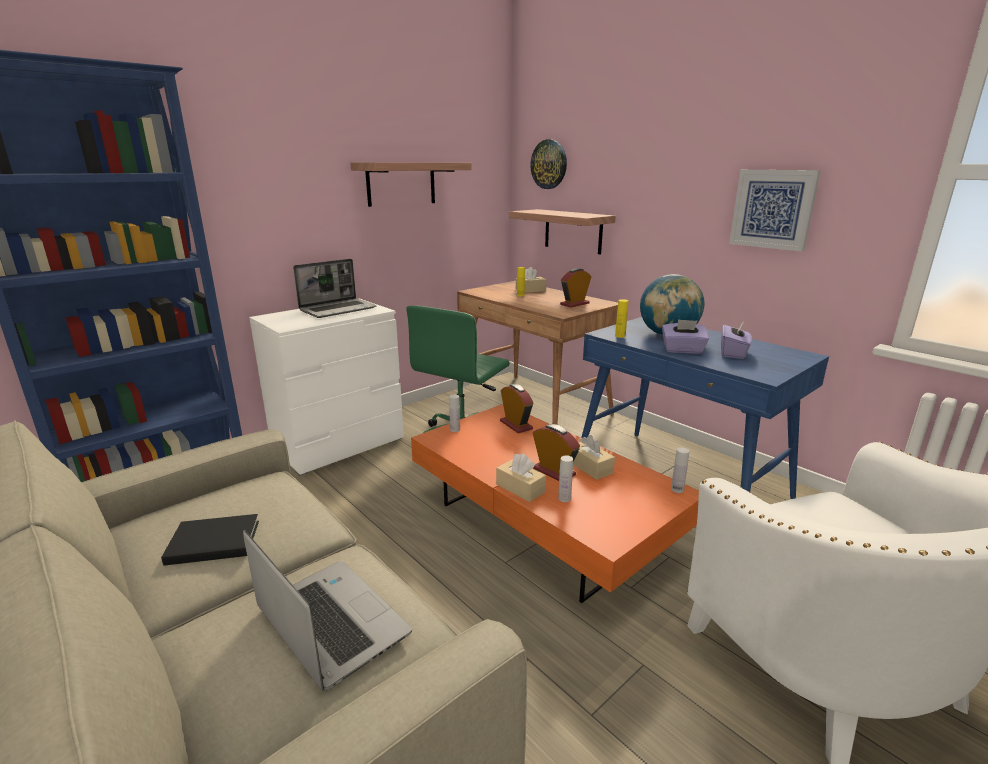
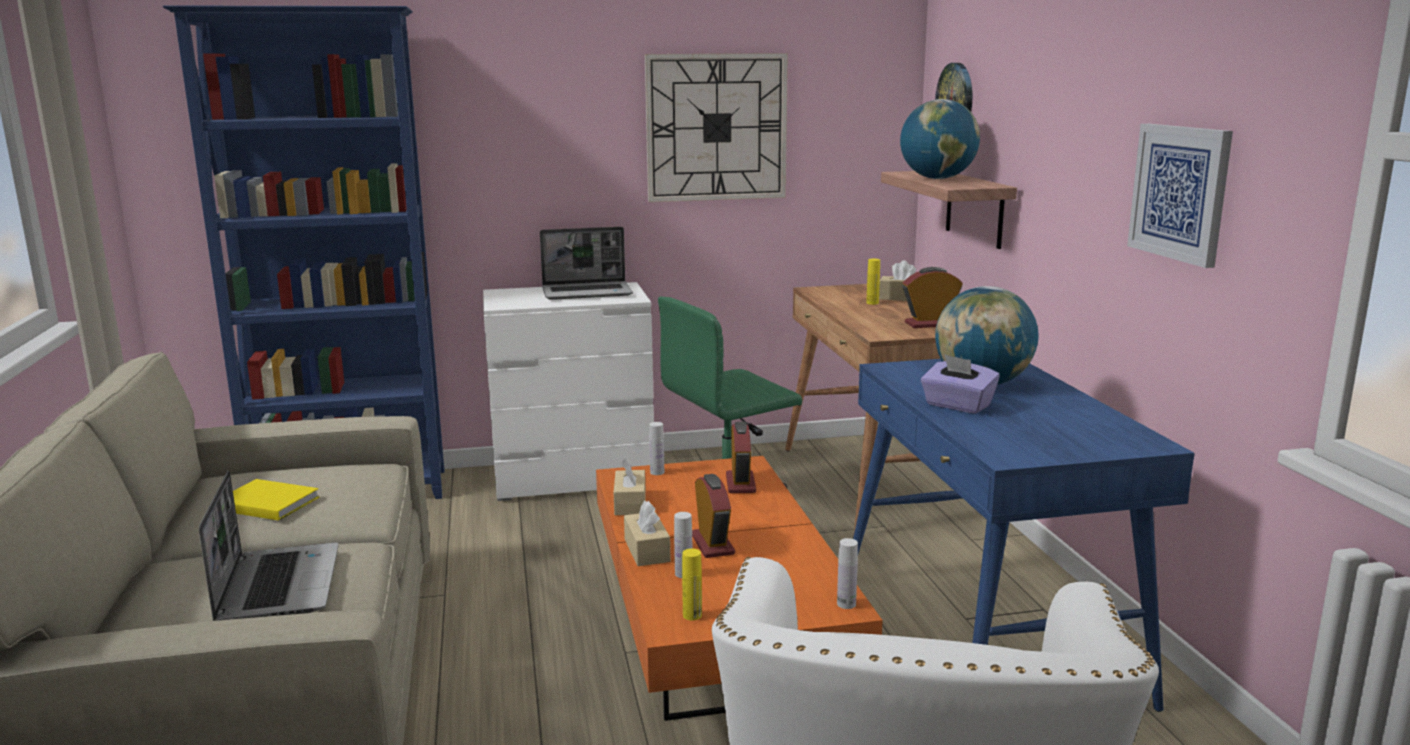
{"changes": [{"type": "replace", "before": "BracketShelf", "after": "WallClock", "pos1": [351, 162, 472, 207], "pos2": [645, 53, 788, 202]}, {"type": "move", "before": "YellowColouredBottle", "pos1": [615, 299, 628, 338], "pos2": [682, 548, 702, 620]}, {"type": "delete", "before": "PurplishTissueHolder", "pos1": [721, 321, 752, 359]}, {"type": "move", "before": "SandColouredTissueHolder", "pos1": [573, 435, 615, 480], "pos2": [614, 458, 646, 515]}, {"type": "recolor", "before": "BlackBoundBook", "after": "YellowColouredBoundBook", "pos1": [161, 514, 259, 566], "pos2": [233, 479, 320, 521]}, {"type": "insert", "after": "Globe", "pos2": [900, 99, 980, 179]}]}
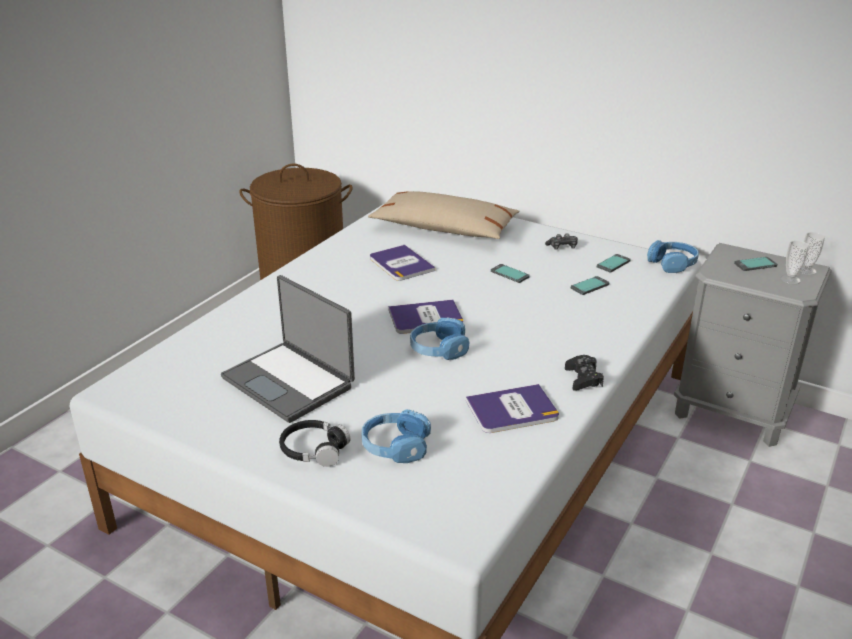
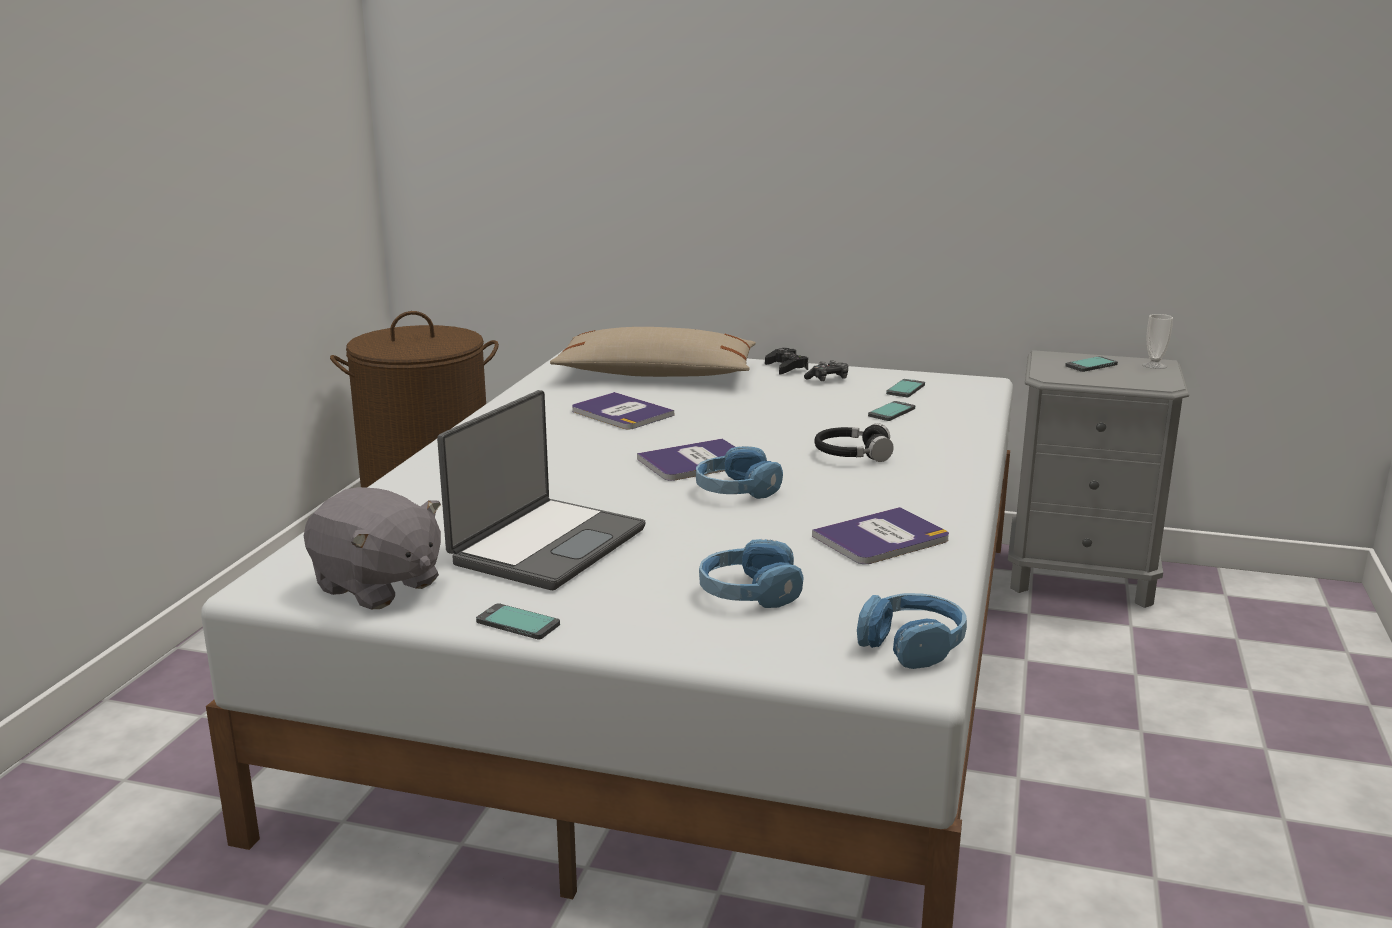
{"changes": [{"type": "move", "before": "BlueColouredHeadset", "pos1": [647, 240, 699, 273], "pos2": [857, 593, 967, 669]}, {"type": "delete", "before": "DrinkingCup", "pos1": [781, 240, 809, 284]}, {"type": "move", "before": "Telephone", "pos1": [491, 264, 530, 283], "pos2": [476, 603, 560, 639]}, {"type": "rotate", "before": "Laptop", "pos1": [221, 275, 355, 423], "pos2": [437, 390, 646, 590], "turn": -90}, {"type": "move", "before": "BlackGamepad", "pos1": [565, 355, 604, 391], "pos2": [765, 348, 808, 374]}, {"type": "move", "before": "BlackHeadset", "pos1": [279, 420, 350, 467], "pos2": [815, 423, 894, 462]}, {"type": "insert", "after": "GrayCuddlyToy", "pos2": [304, 487, 441, 609]}]}
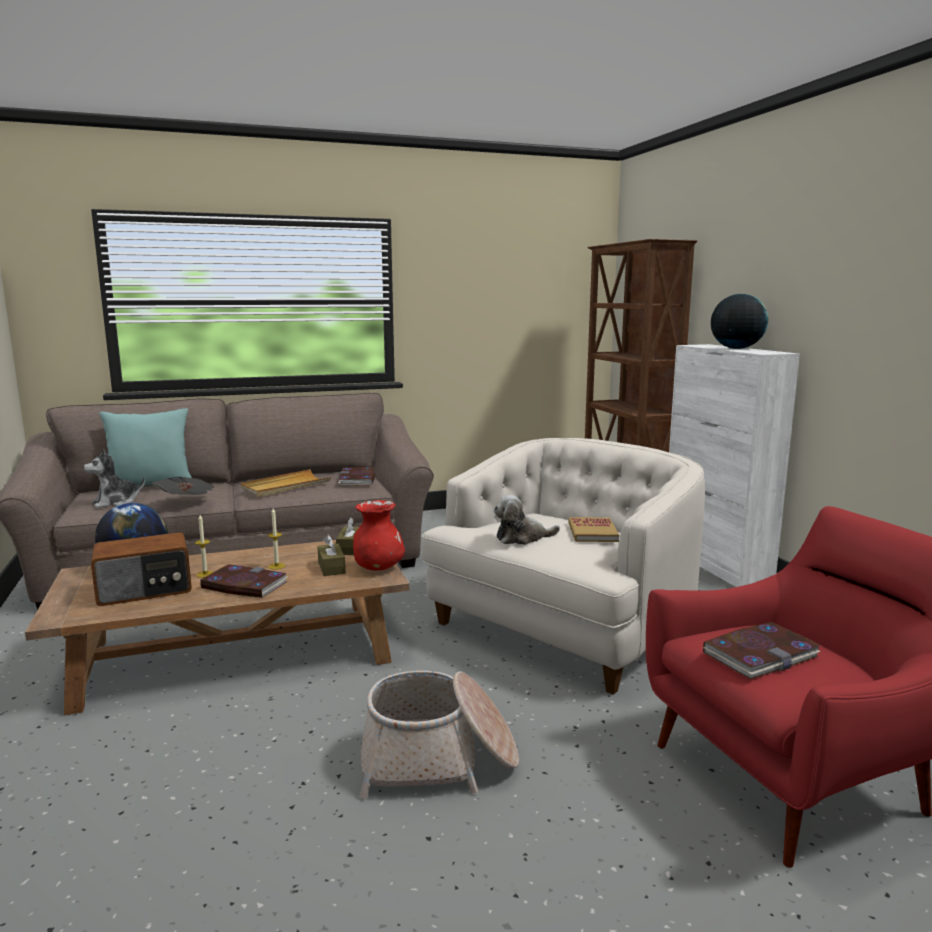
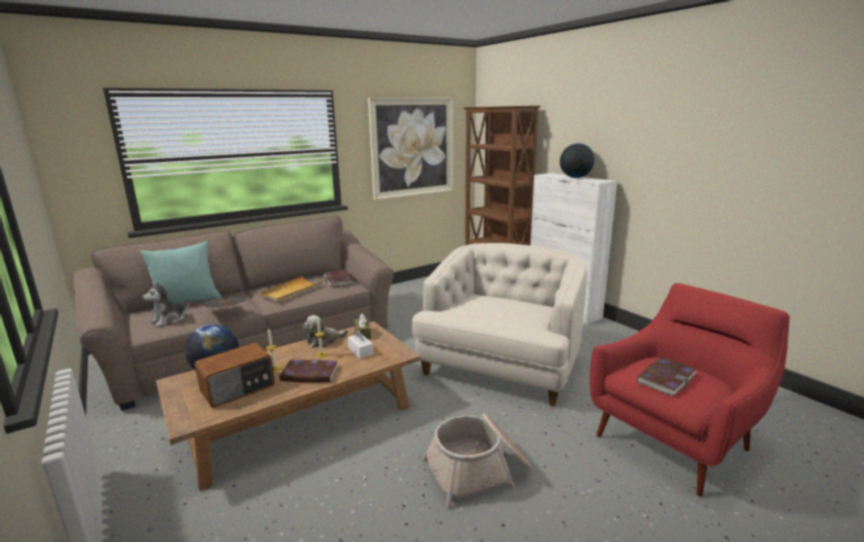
{"changes": [{"type": "move", "before": "CuddlyToy", "pos1": [494, 495, 560, 545], "pos2": [303, 315, 348, 348]}, {"type": "delete", "before": "ReddishVase", "pos1": [353, 500, 405, 571]}, {"type": "delete", "before": "BoundBook", "pos1": [569, 517, 619, 542]}, {"type": "recolor", "before": "BrownTissueHolder", "after": "WhitishTissueHolder", "pos1": [317, 535, 346, 576], "pos2": [348, 330, 374, 359]}, {"type": "insert", "after": "Picture", "pos2": [368, 97, 453, 200]}]}
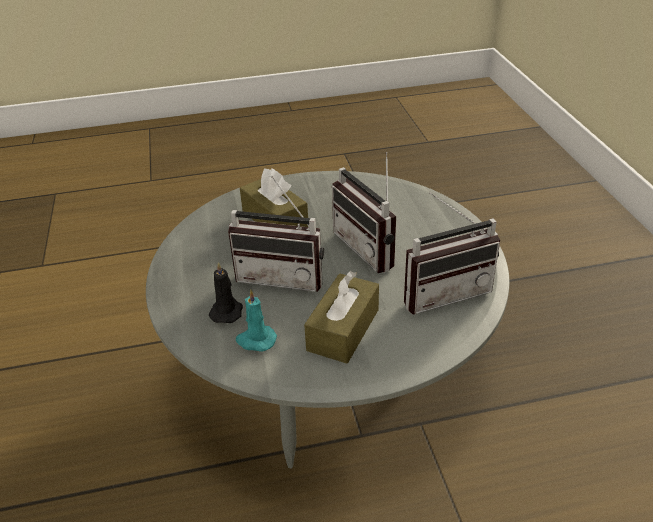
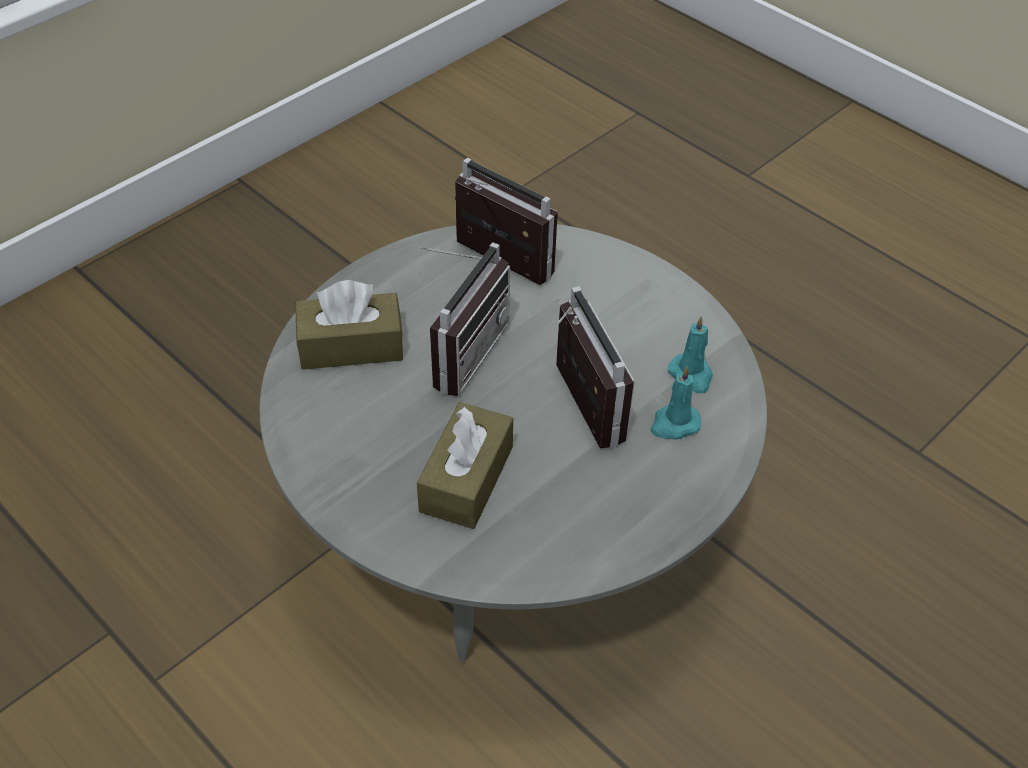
{"changes": [{"type": "recolor", "before": "BlackWaxCandle", "after": "BlueGreenWaxCandle", "pos1": [209, 262, 243, 323], "pos2": [651, 366, 701, 440]}, {"type": "move", "before": "BrownTissueHolder", "pos1": [304, 271, 379, 364], "pos2": [295, 280, 403, 370]}]}
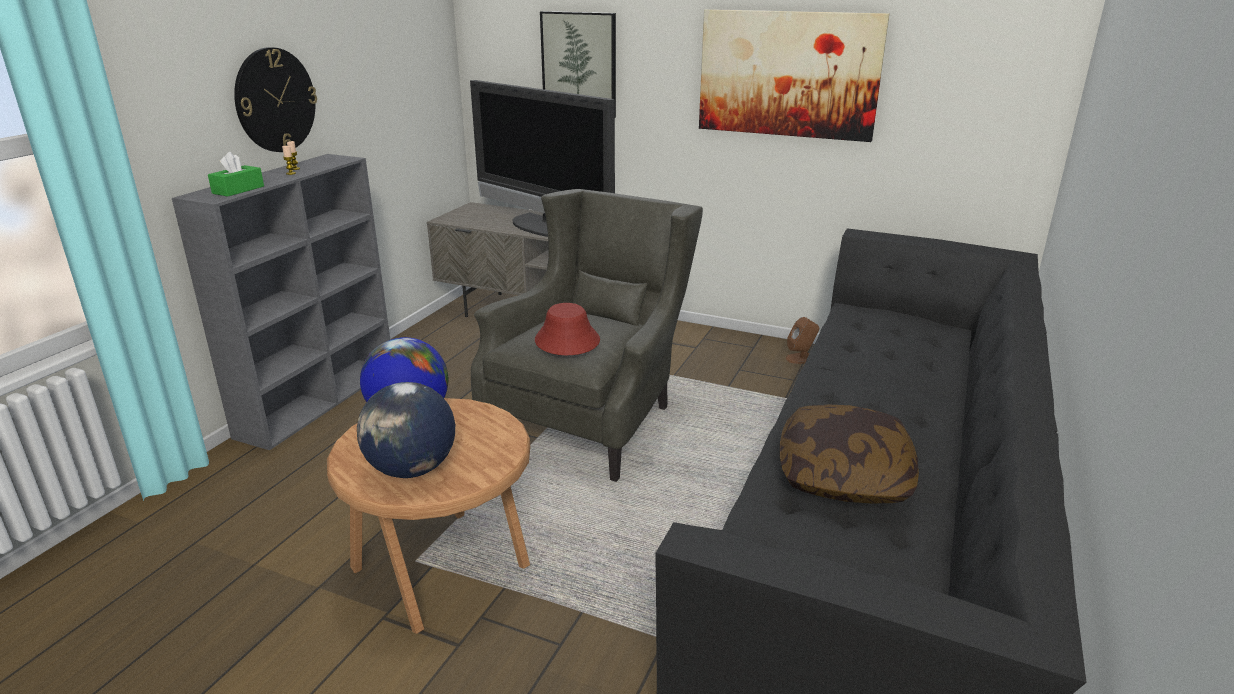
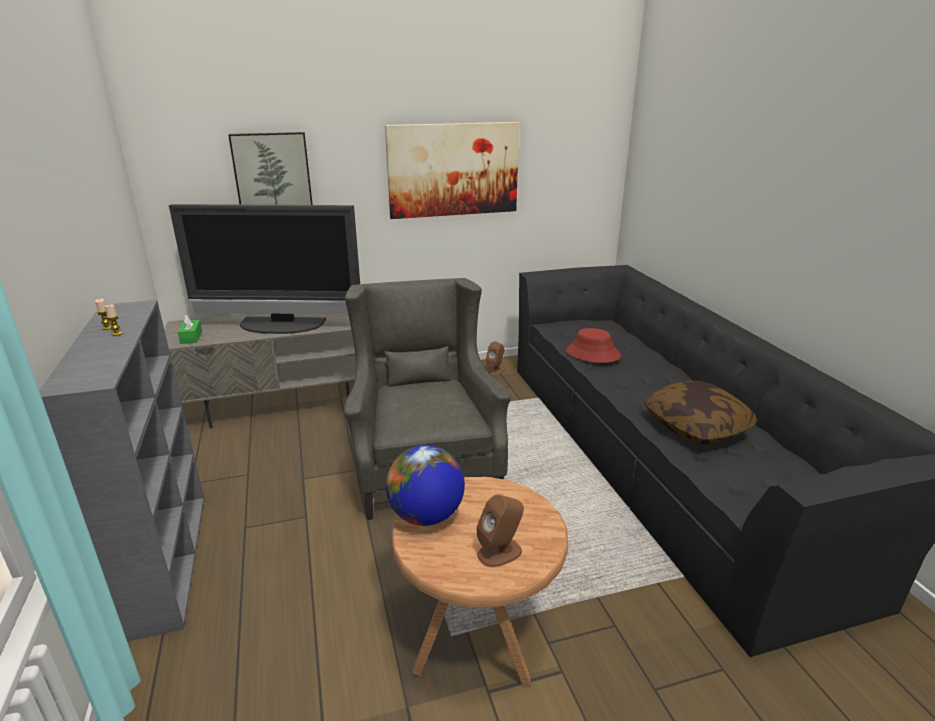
{"changes": [{"type": "delete", "before": "WallClock", "pos1": [234, 47, 317, 152]}, {"type": "move", "before": "GreenColouredTissueHolder", "pos1": [208, 152, 264, 197], "pos2": [178, 314, 202, 344]}, {"type": "move", "before": "ReddishClothingHat", "pos1": [535, 303, 600, 355], "pos2": [566, 328, 621, 363]}, {"type": "replace", "before": "Globe", "after": "BrownAudioSpeaker", "pos1": [357, 382, 455, 478], "pos2": [477, 494, 524, 567]}]}
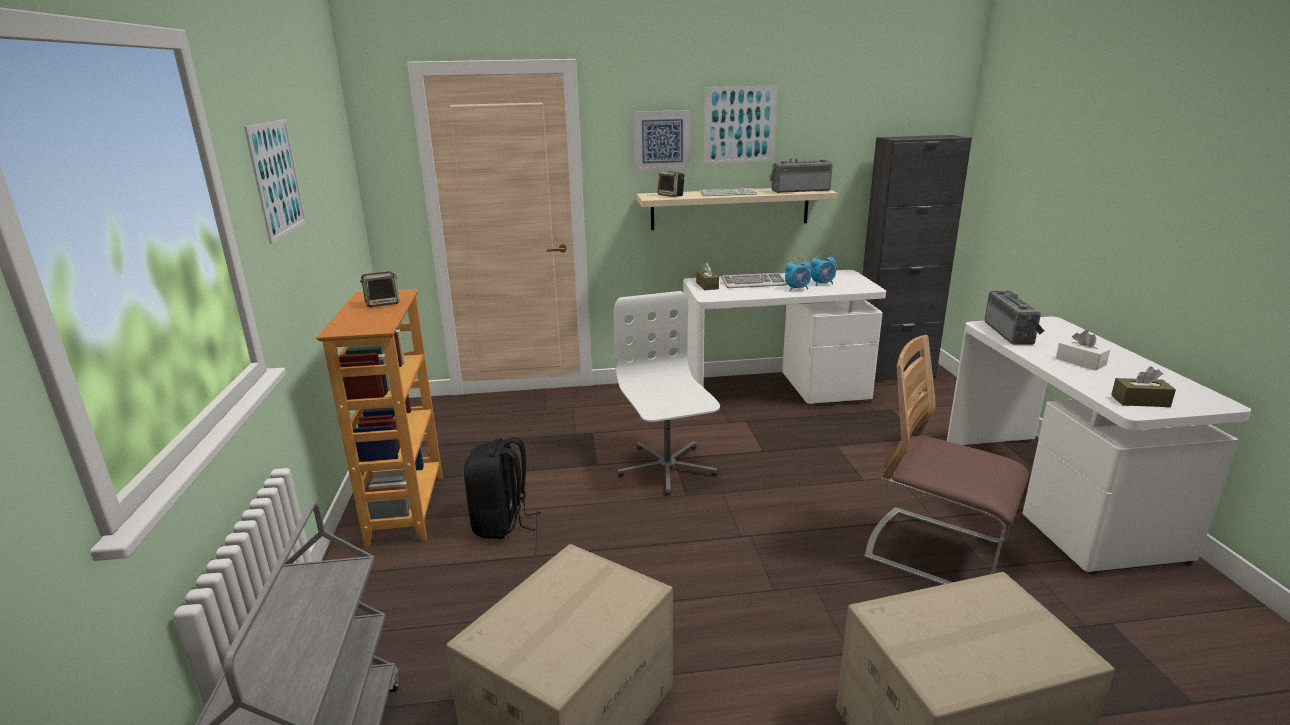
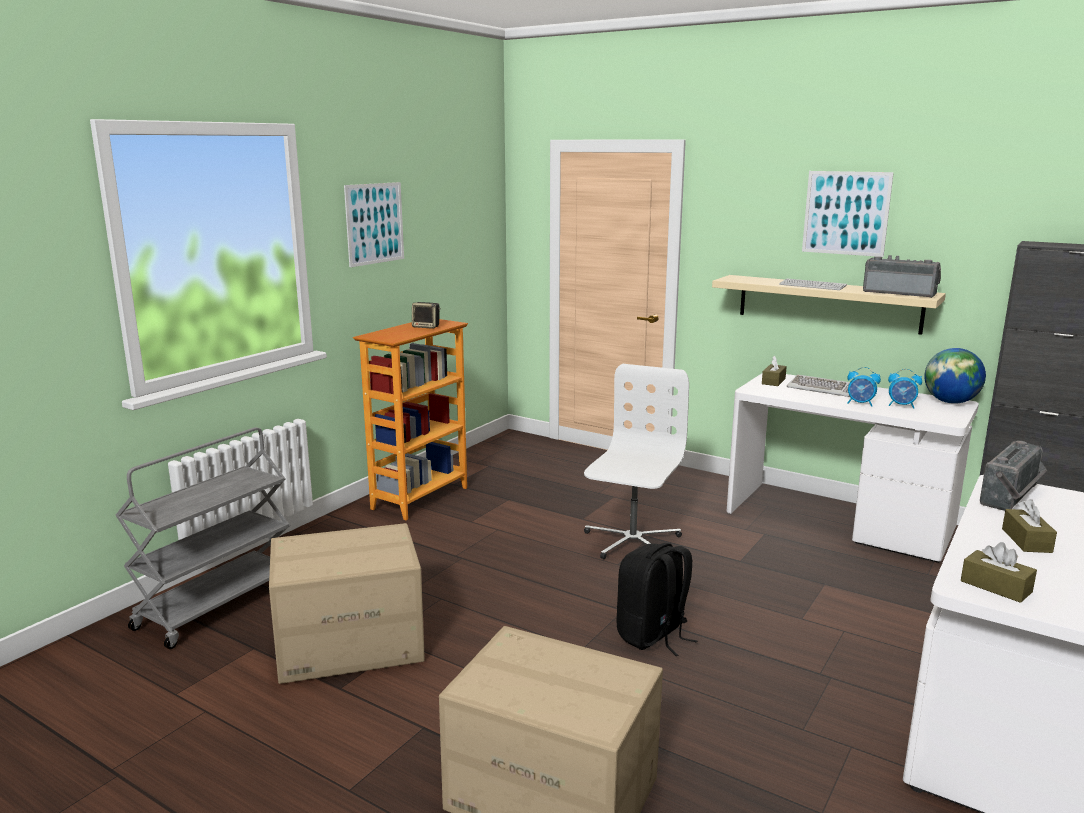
{"changes": [{"type": "delete", "before": "Picture", "pos1": [633, 110, 691, 171]}, {"type": "delete", "before": "AudioSpeaker", "pos1": [657, 171, 684, 197]}, {"type": "recolor", "before": "WhitishTissueHolder", "after": "BrownTissueHolder", "pos1": [1056, 330, 1110, 370], "pos2": [1002, 499, 1057, 553]}, {"type": "delete", "before": "Chair", "pos1": [864, 335, 1029, 585]}, {"type": "move", "before": "BlackRucksack", "pos1": [464, 437, 541, 539], "pos2": [617, 543, 697, 656]}, {"type": "insert", "after": "Globe", "pos2": [924, 348, 986, 404]}]}
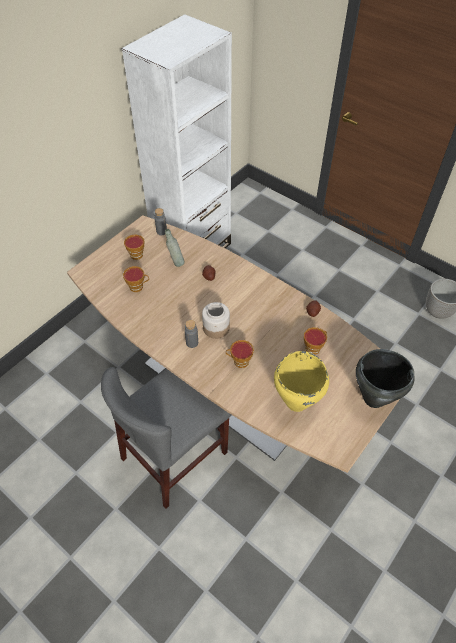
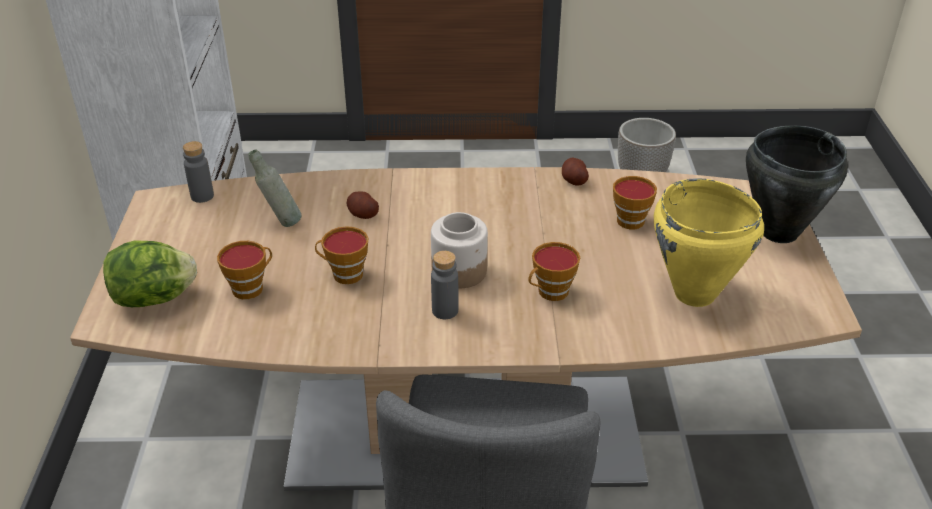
{"changes": [{"type": "move", "before": "DrinkingCup", "pos1": [124, 235, 144, 260], "pos2": [315, 226, 368, 284]}, {"type": "insert", "after": "HeadOfLettuce", "pos2": [103, 240, 197, 307]}]}
